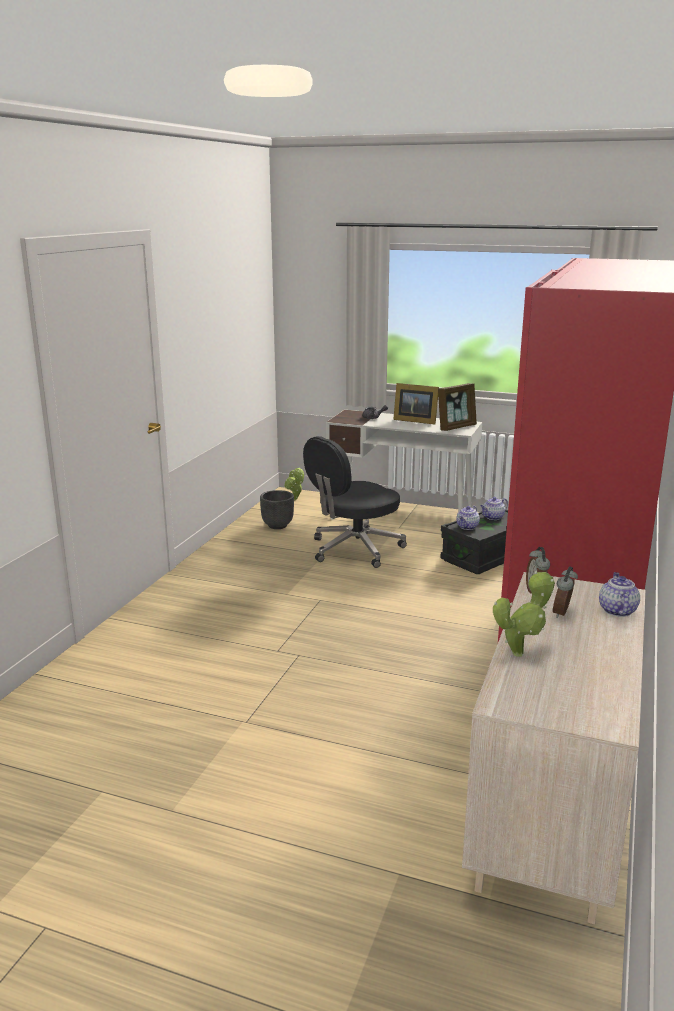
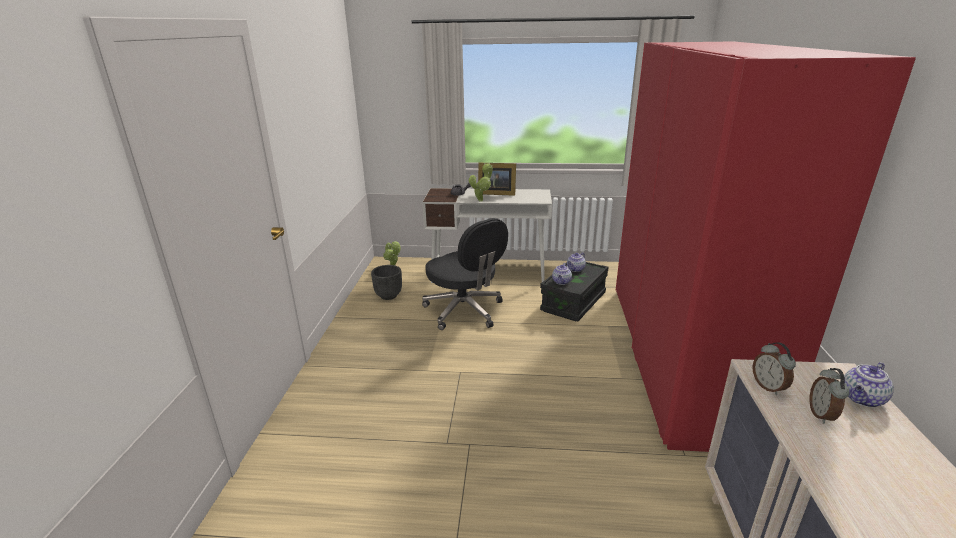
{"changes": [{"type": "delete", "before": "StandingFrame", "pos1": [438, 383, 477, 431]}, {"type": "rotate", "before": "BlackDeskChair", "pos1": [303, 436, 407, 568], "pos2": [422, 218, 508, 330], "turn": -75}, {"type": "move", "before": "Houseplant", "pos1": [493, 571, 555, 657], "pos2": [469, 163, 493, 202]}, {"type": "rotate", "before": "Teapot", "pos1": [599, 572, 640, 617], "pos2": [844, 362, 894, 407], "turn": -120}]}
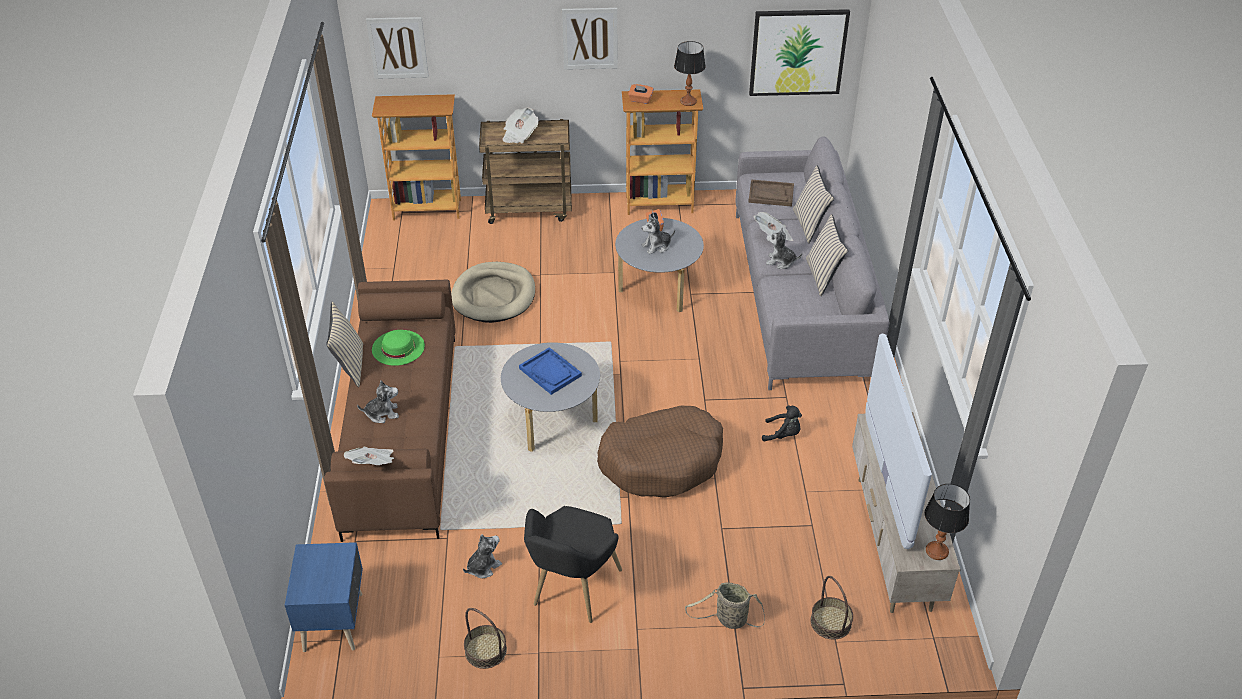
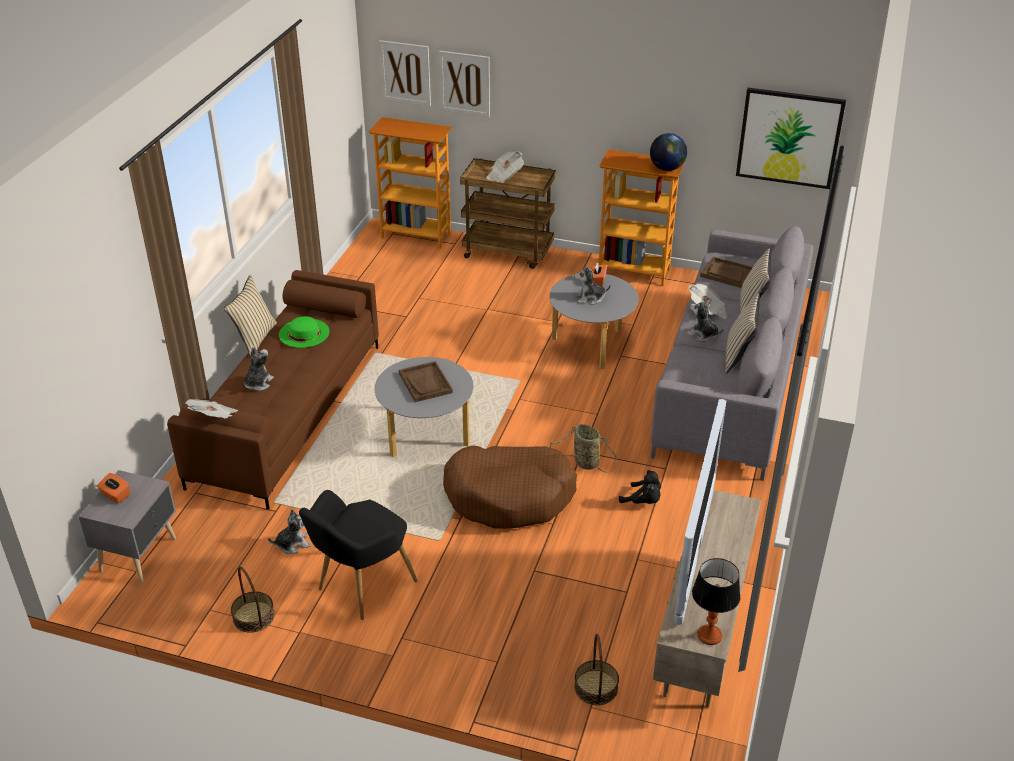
{"changes": [{"type": "move", "before": "Picture", "pos1": [562, 8, 617, 70], "pos2": [439, 51, 490, 117]}, {"type": "replace", "before": "TableLamp", "after": "Globe", "pos1": [674, 41, 706, 106], "pos2": [650, 133, 687, 171]}, {"type": "move", "before": "OrangeyTissueHolder", "pos1": [628, 84, 654, 104], "pos2": [97, 473, 130, 503]}, {"type": "delete", "before": "SandColouredDogBed", "pos1": [451, 262, 535, 323]}, {"type": "recolor", "before": "BlueColouredCarryingTray", "after": "BrownCarryingTray", "pos1": [519, 347, 582, 395], "pos2": [399, 361, 453, 402]}, {"type": "rotate", "before": "CuddlyToy", "pos1": [357, 380, 399, 423], "pos2": [244, 347, 274, 391], "turn": -75}, {"type": "recolor", "before": "BlueColouredNightTable", "after": "GrayNightTable", "pos1": [285, 542, 363, 652], "pos2": [79, 470, 176, 583]}, {"type": "move", "before": "Basket", "pos1": [685, 582, 765, 629], "pos2": [550, 424, 616, 473]}]}
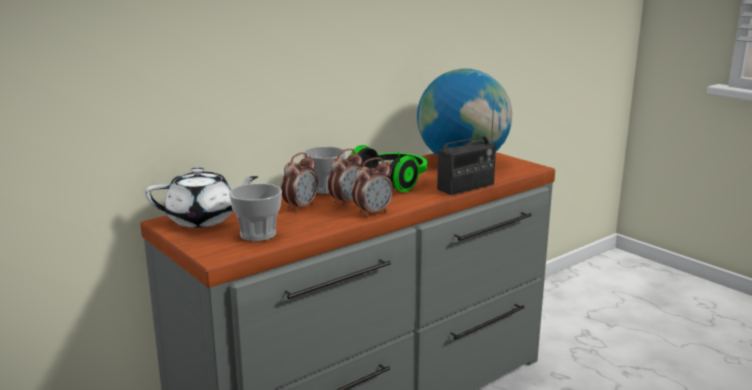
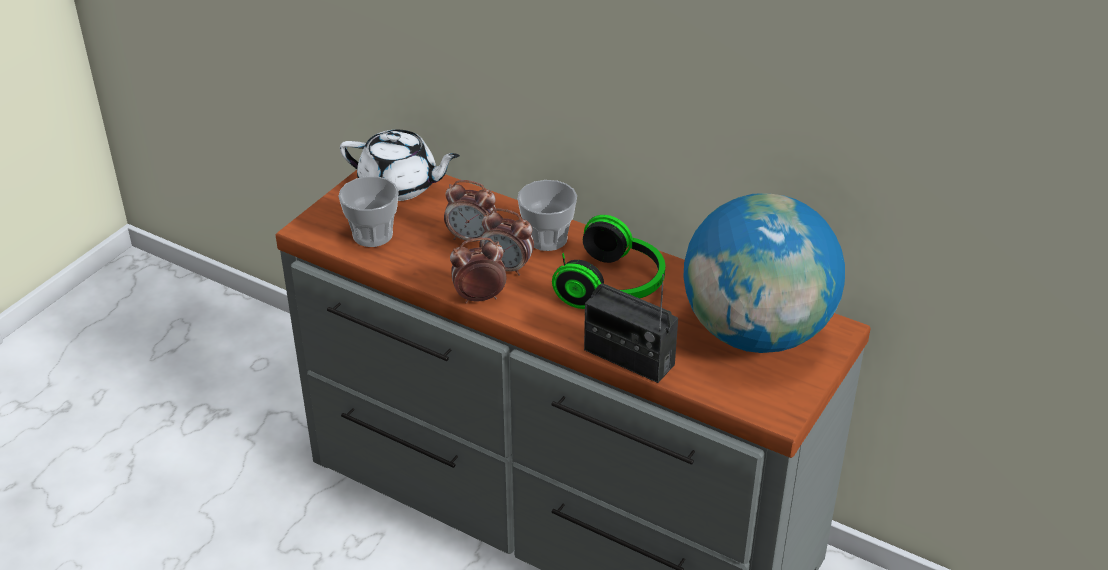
{"changes": [{"type": "rotate", "before": "AlarmClock", "pos1": [352, 158, 393, 217], "pos2": [450, 237, 507, 304], "turn": 135}, {"type": "rotate", "before": "WhitishTeapot", "pos1": [145, 167, 259, 227], "pos2": [340, 130, 460, 201], "turn": -45}]}
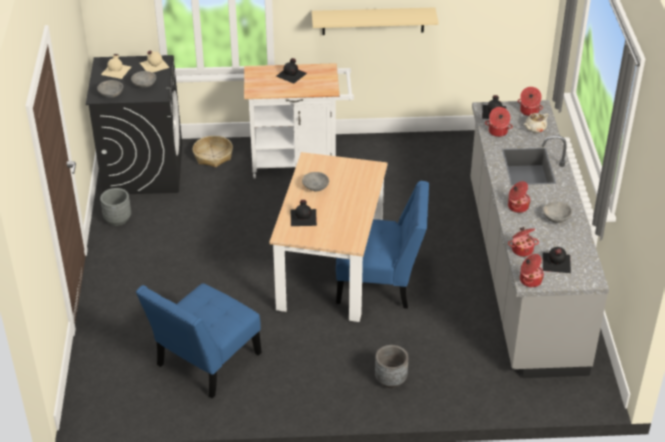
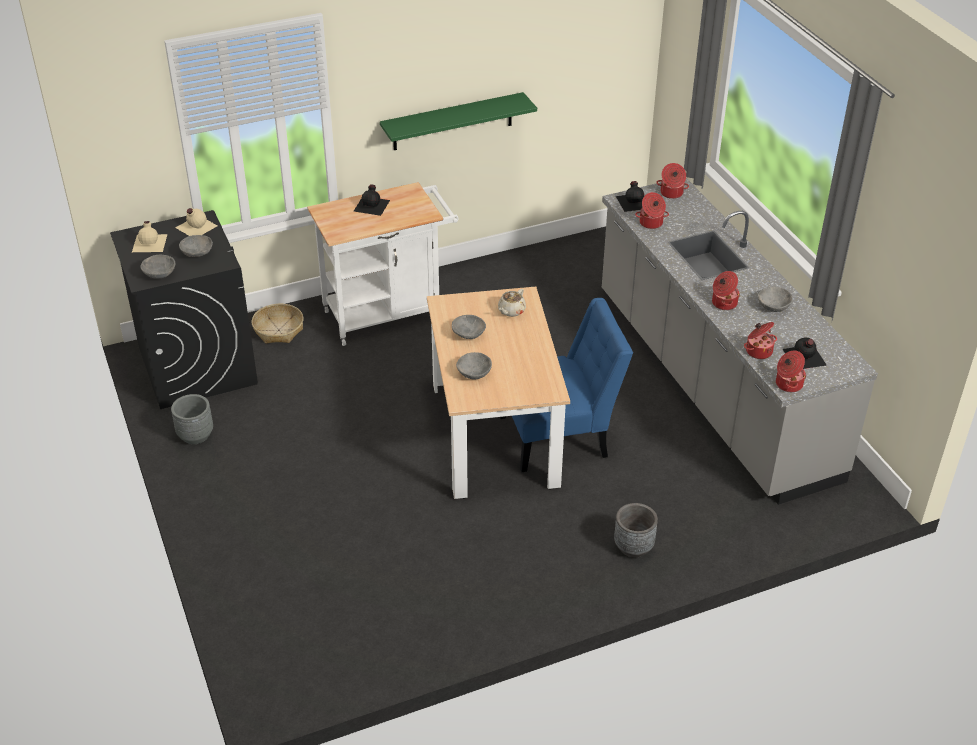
{"changes": [{"type": "recolor", "before": "SandColouredBracketShelf", "after": "GreenColouredBracketShelf", "pos1": [312, 7, 439, 35], "pos2": [380, 92, 537, 150]}, {"type": "move", "before": "SandColouredTeapot", "pos1": [524, 113, 549, 133], "pos2": [498, 289, 526, 317]}, {"type": "replace", "before": "BlackBottle", "after": "GrayBowl", "pos1": [291, 200, 317, 226], "pos2": [456, 352, 492, 379]}, {"type": "delete", "before": "BlueColouredChair", "pos1": [136, 284, 262, 398]}]}
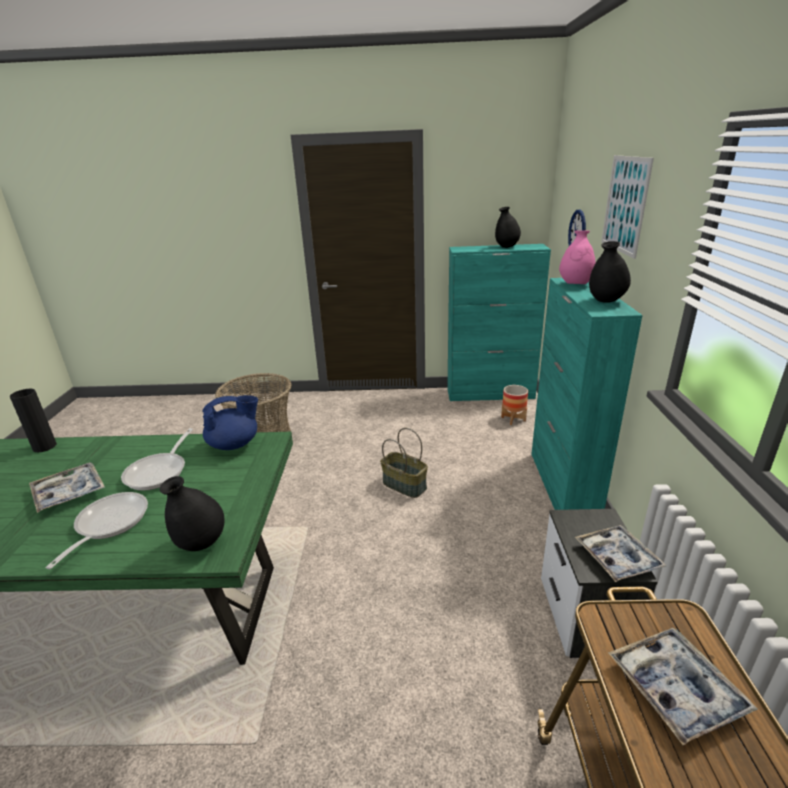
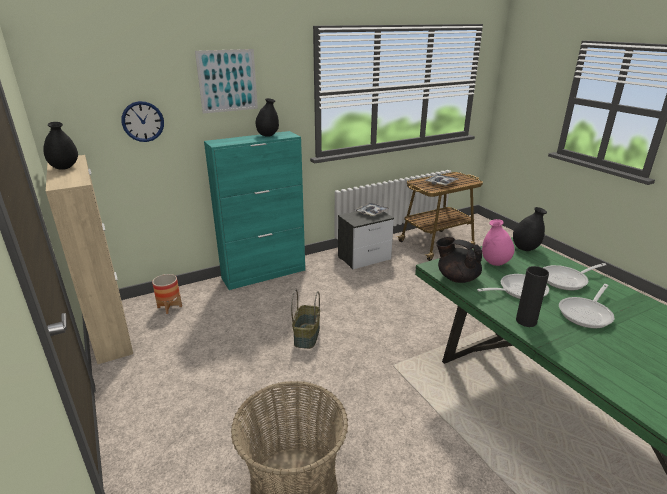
{"changes": [{"type": "move", "before": "PinkishVase", "pos1": [559, 230, 596, 284], "pos2": [482, 219, 515, 266]}, {"type": "recolor", "before": "BlueGreenCupboard", "after": "SandColouredCupboard", "pos1": [447, 244, 551, 401], "pos2": [46, 155, 133, 364]}, {"type": "move", "before": "BlackVase", "pos1": [10, 389, 57, 452], "pos2": [516, 266, 549, 327]}, {"type": "recolor", "before": "BlueColouredTeapot", "after": "BlackTeapot", "pos1": [202, 395, 258, 450], "pos2": [436, 237, 482, 283]}, {"type": "replace", "before": "CarryingTray", "after": "Pan", "pos1": [29, 462, 105, 513], "pos2": [559, 284, 614, 328]}]}
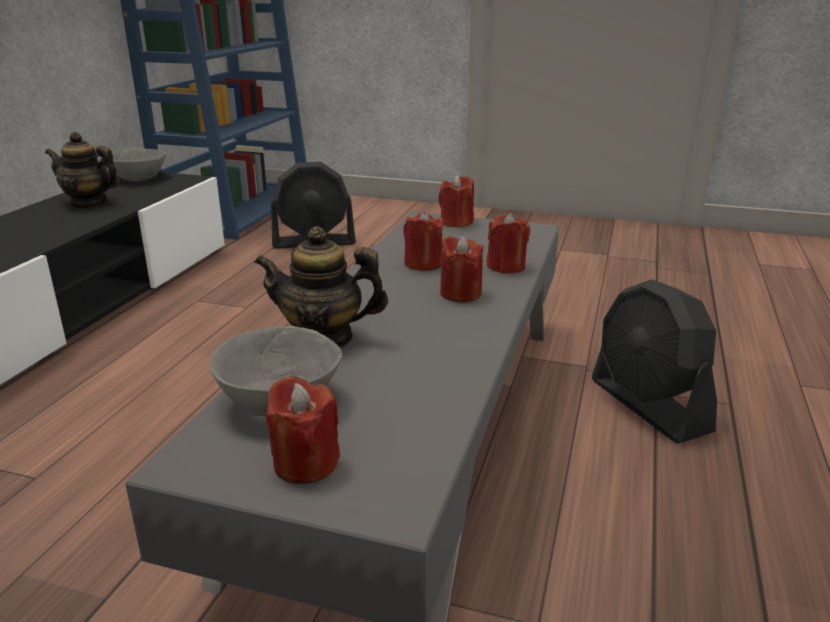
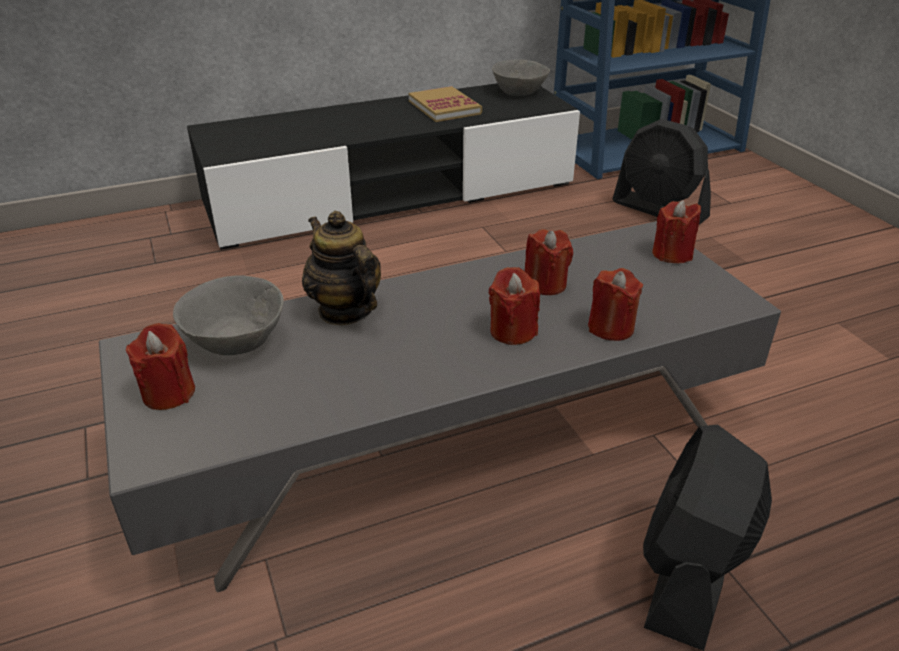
{"changes": [{"type": "replace", "before": "Teapot", "after": "BoundBook", "pos1": [45, 132, 120, 209], "pos2": [409, 86, 482, 122]}]}
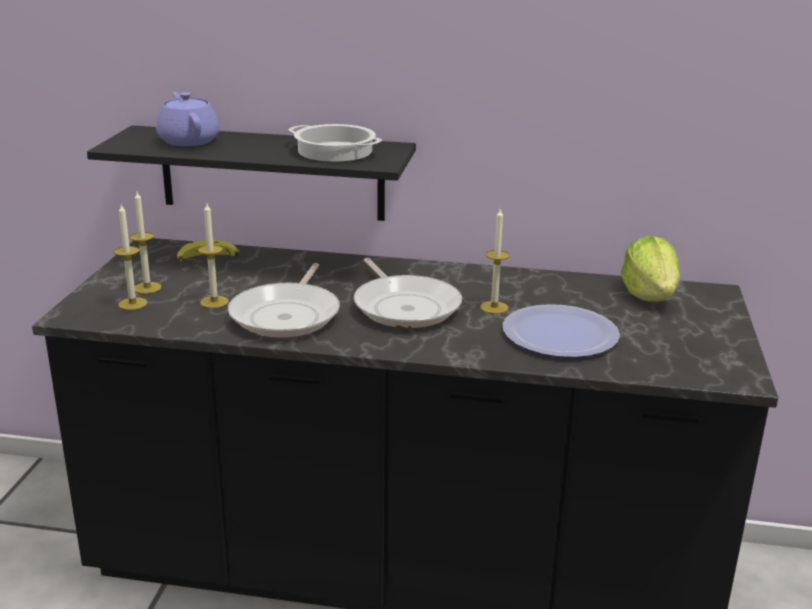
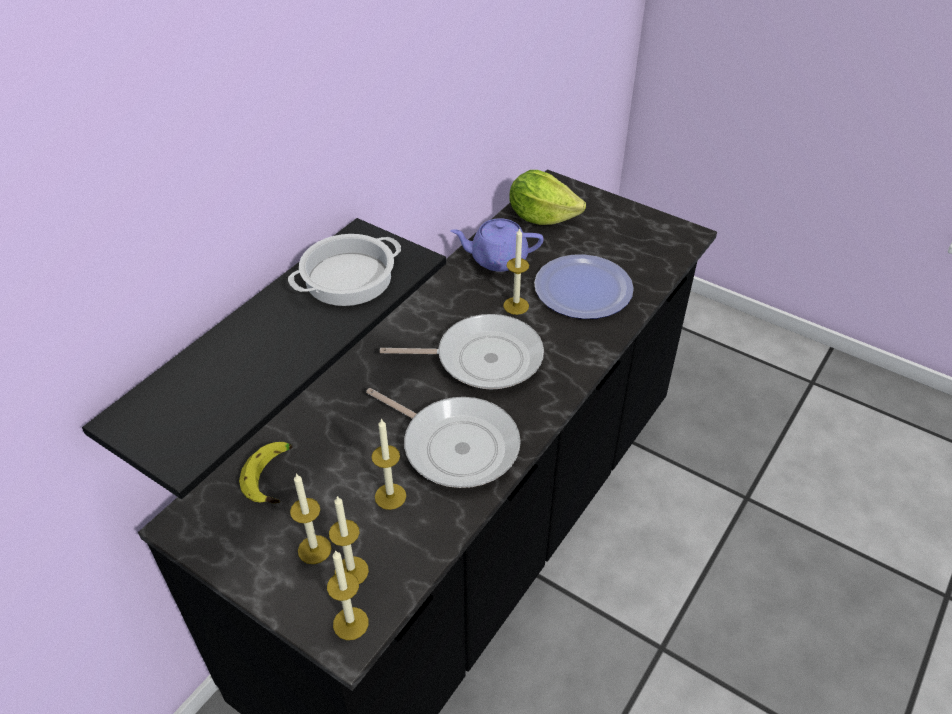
{"changes": [{"type": "move", "before": "PurplishTeapot", "pos1": [156, 92, 220, 146], "pos2": [450, 218, 544, 272]}, {"type": "insert", "after": "WaxCandle", "pos2": [327, 550, 369, 640]}]}
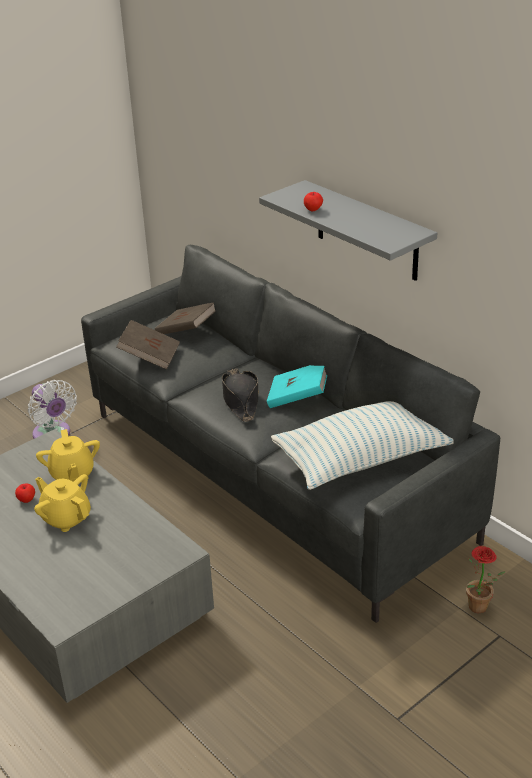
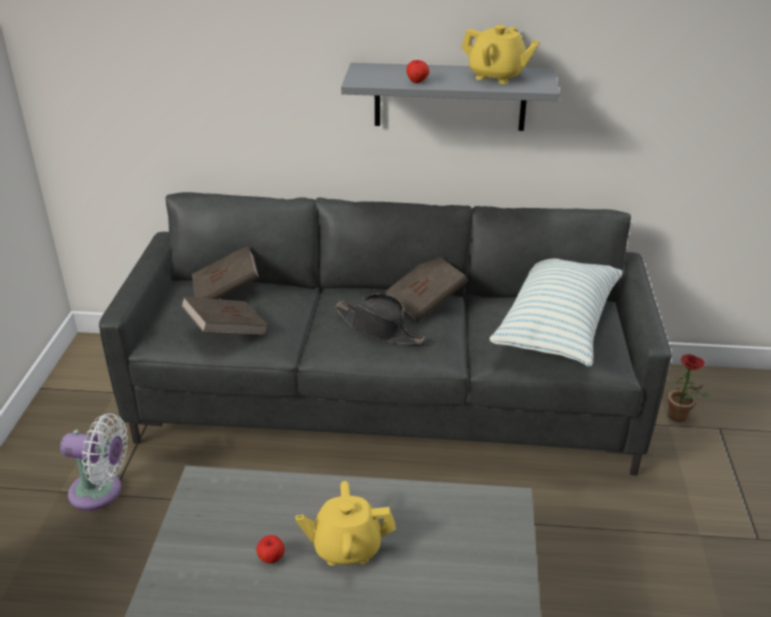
{"changes": [{"type": "recolor", "before": "BlueGreenBoundBook", "after": "BrownBoundBook", "pos1": [267, 365, 327, 408], "pos2": [385, 257, 468, 322]}, {"type": "move", "before": "YellowColouredTeapot", "pos1": [36, 429, 100, 482], "pos2": [461, 25, 540, 84]}]}
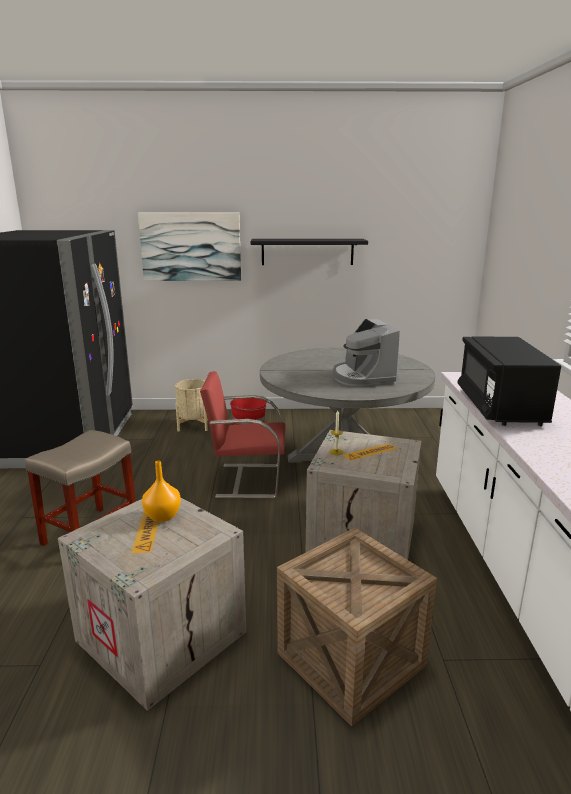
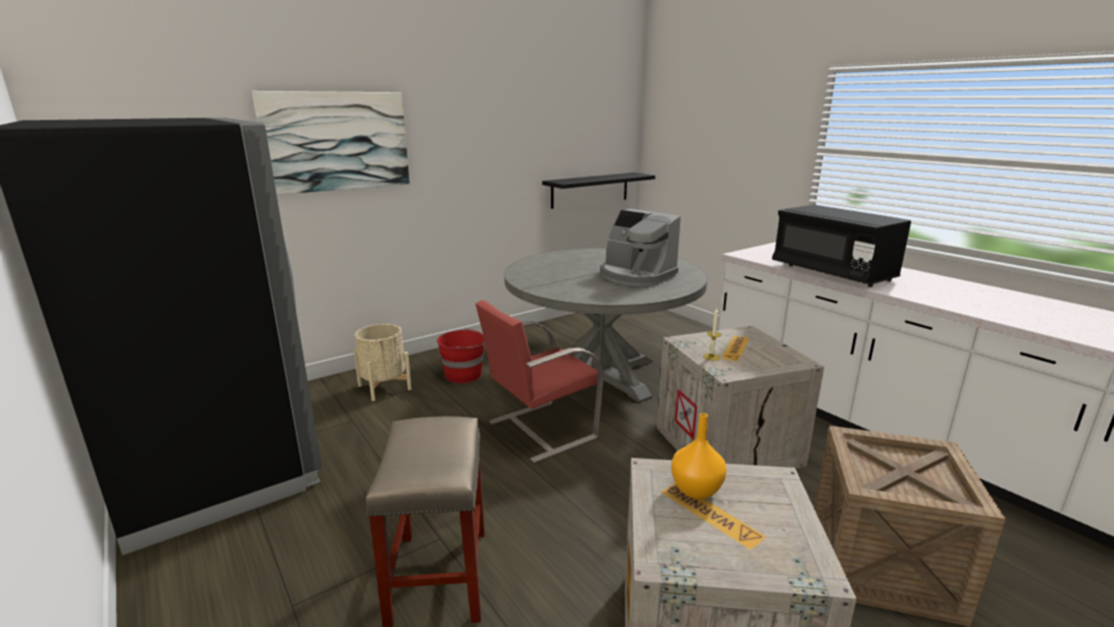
{"changes": [{"type": "move", "before": "BlackBracketShelf", "pos1": [251, 239, 368, 265], "pos2": [542, 173, 655, 209]}]}
